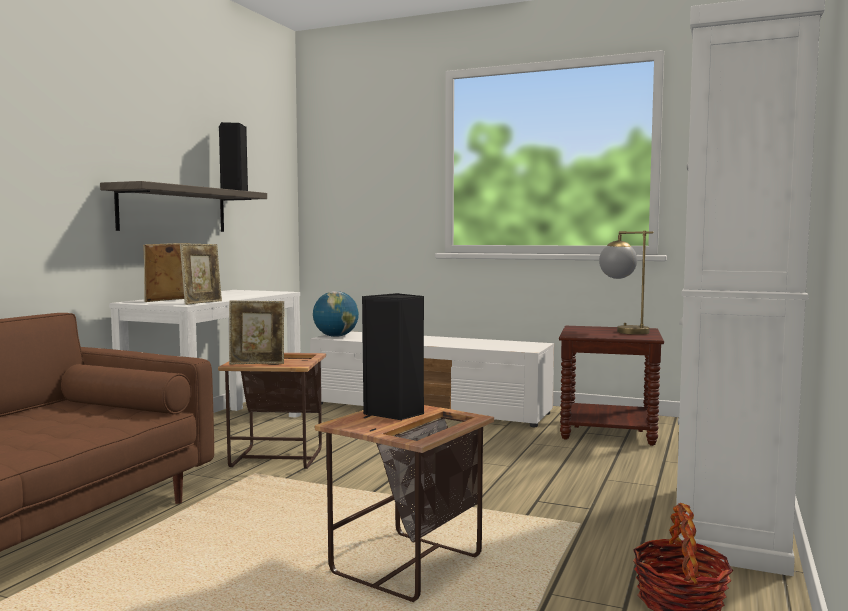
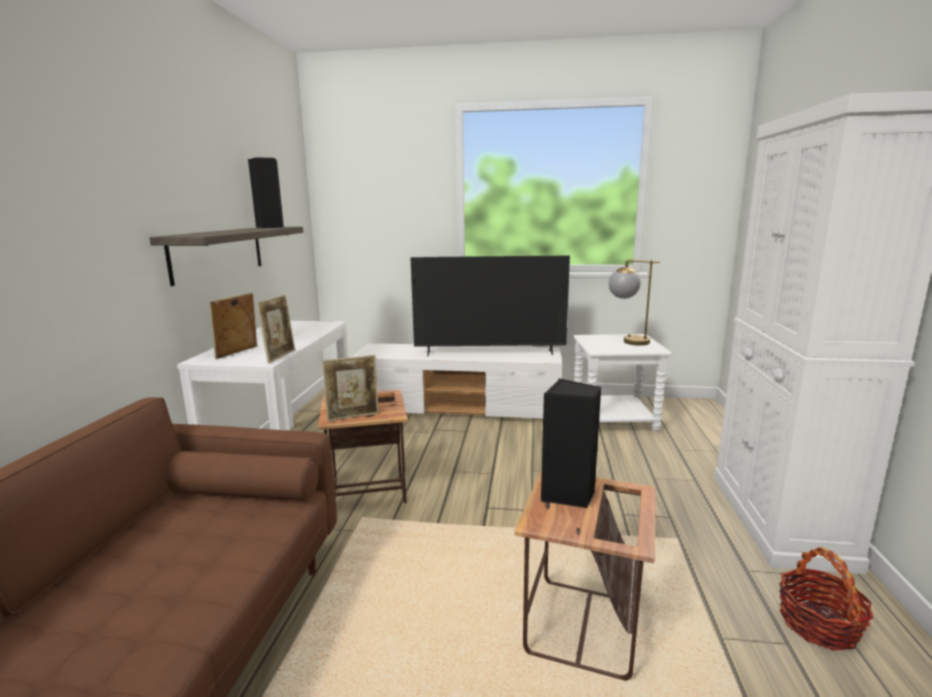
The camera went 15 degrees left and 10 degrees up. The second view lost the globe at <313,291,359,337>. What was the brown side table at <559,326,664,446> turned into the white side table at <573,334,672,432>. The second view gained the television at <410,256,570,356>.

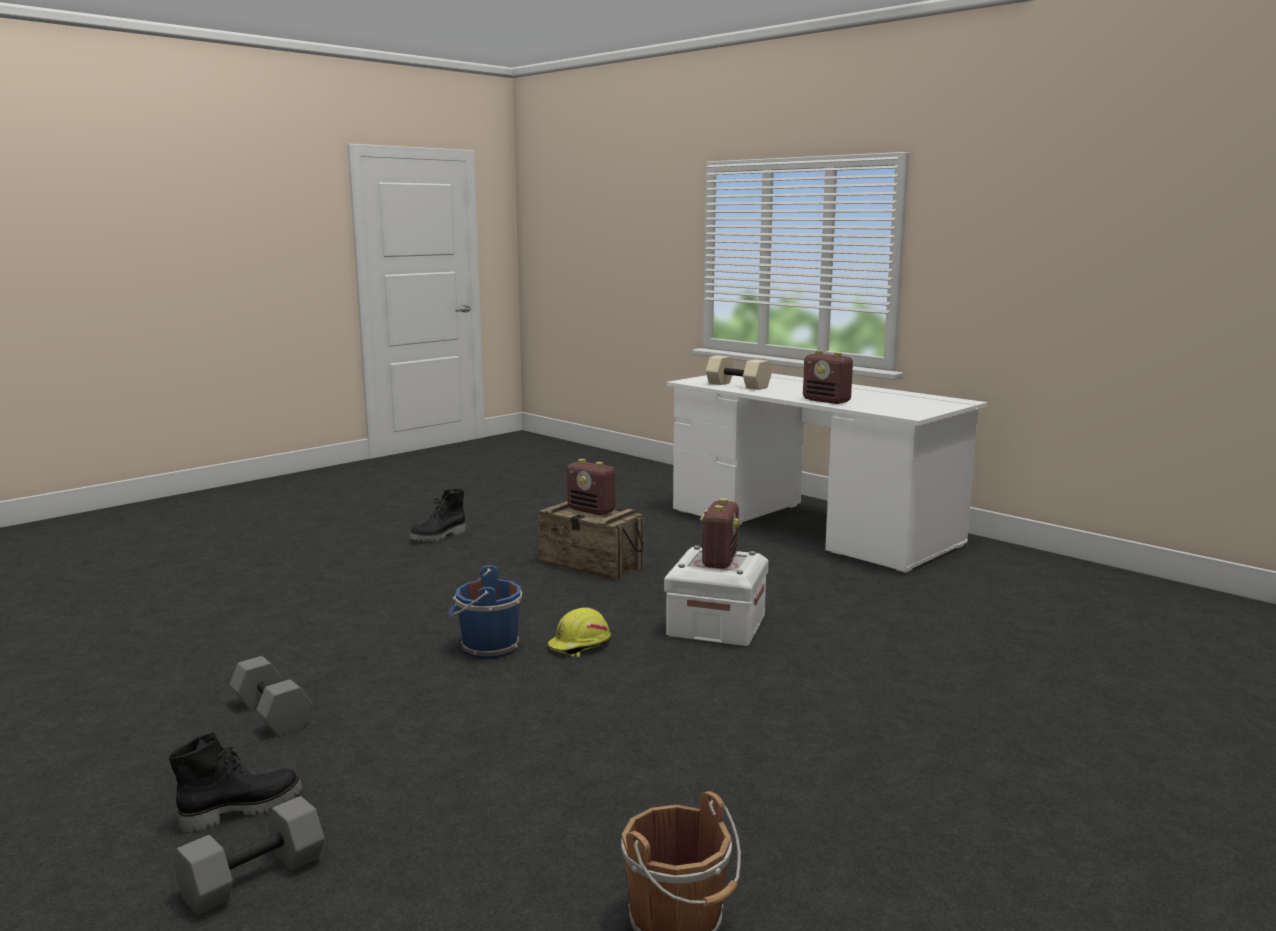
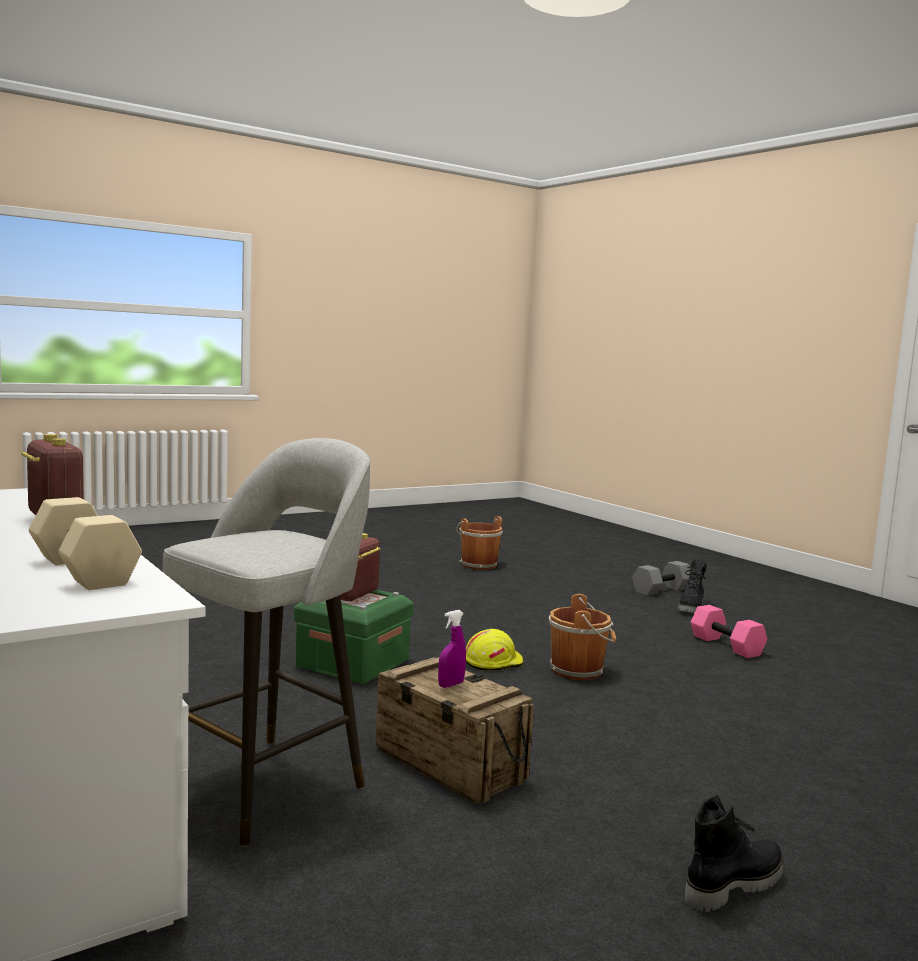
The camera went 170 degrees left and 5 degrees down. Where the radio stood at <567,459,616,515>, the purple spray bottle came to stand at <438,610,466,688>. What was the white storage box at <664,545,768,646> turned into the green storage box at <294,590,414,684>. What was the blue bucket at <449,565,522,659> turned into the brown bucket at <549,594,616,680>. What was the grey dumbbell at <229,656,312,736> turned into the pink dumbbell at <690,605,767,658>. The black boot at <169,731,303,833> ended up facing another way, 45 degrees counterclockwise from before. The second view gained the grey stool at <163,438,370,847>.

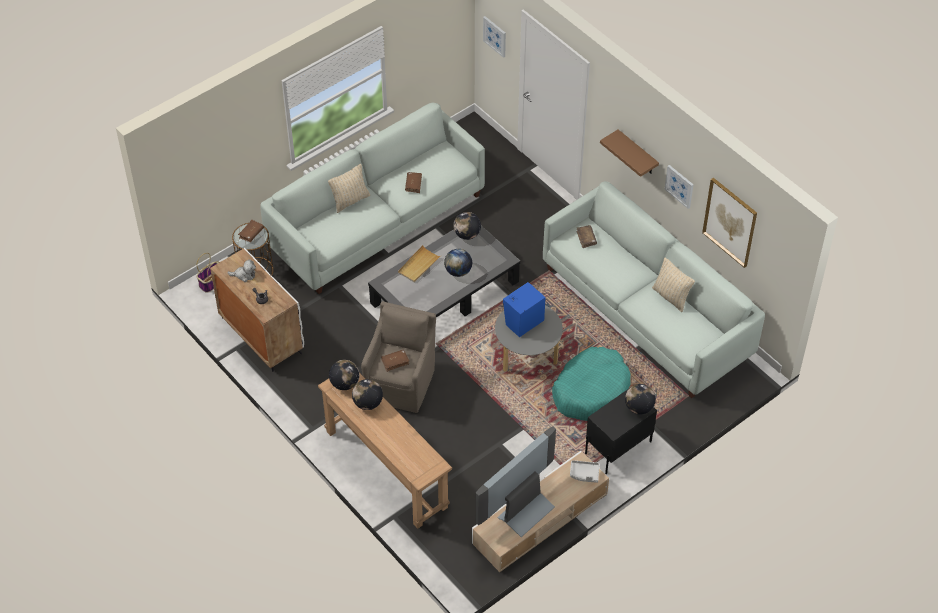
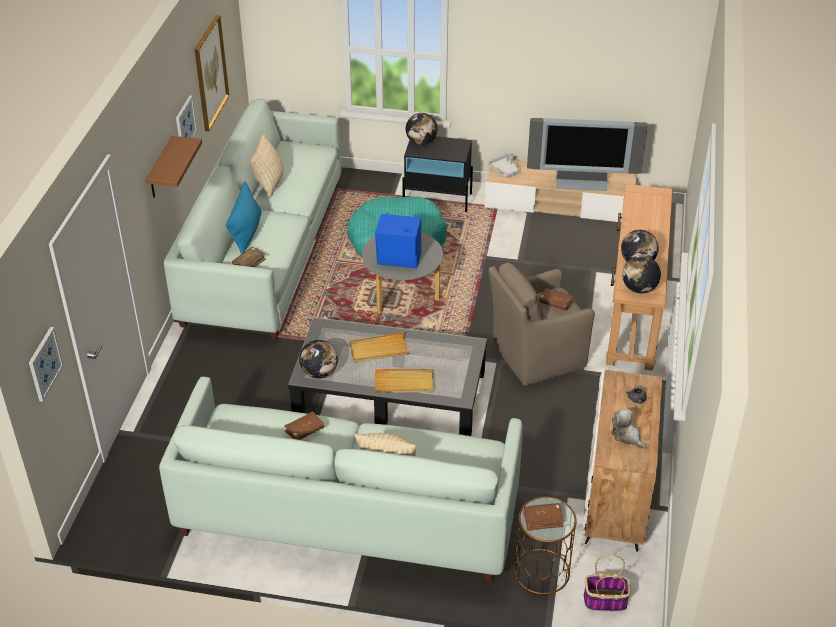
The camera went 130 degrees left and 10 degrees down. Where the globe stood at <444,249,472,277>, the beige tray came to stand at <349,332,409,363>. The second view gained the blue pillow at <225,182,261,254>.

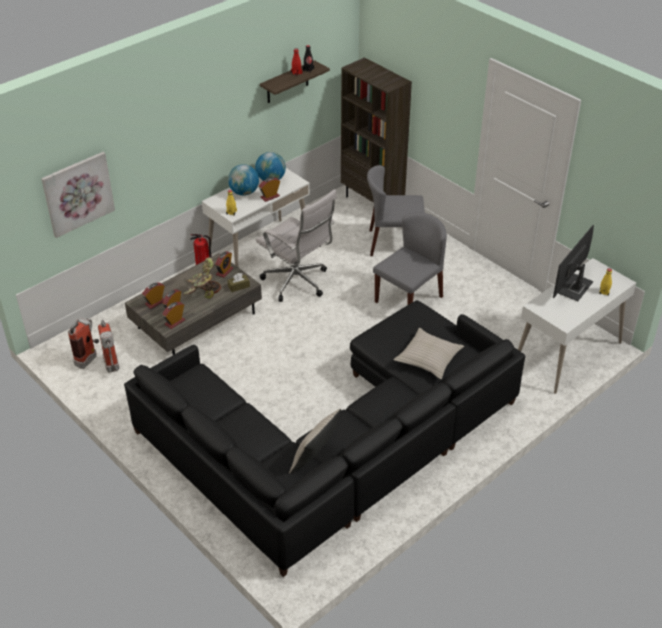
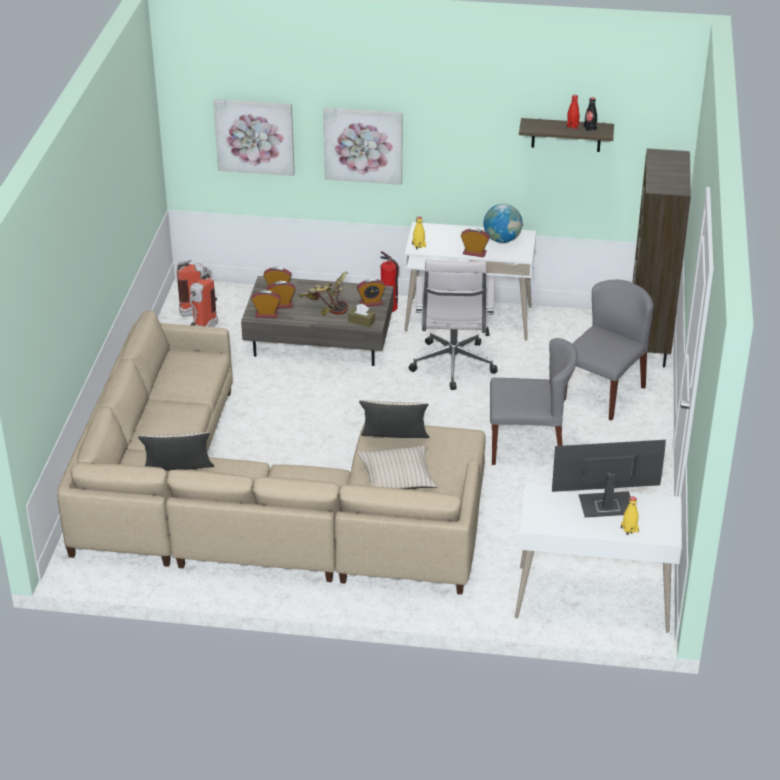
The camera went 50 degrees right and 5 degrees down. The second view lost the globe at <228,164,259,196>. The grey chair at <367,165,425,256> ended up facing another way, 75 degrees clockwise from before. What was the black sofa at <124,300,525,577> turned into the beige sofa at <57,310,486,595>. The second view gained the picture at <323,108,403,185>. The second view gained the beige pillow at <359,400,429,438>.

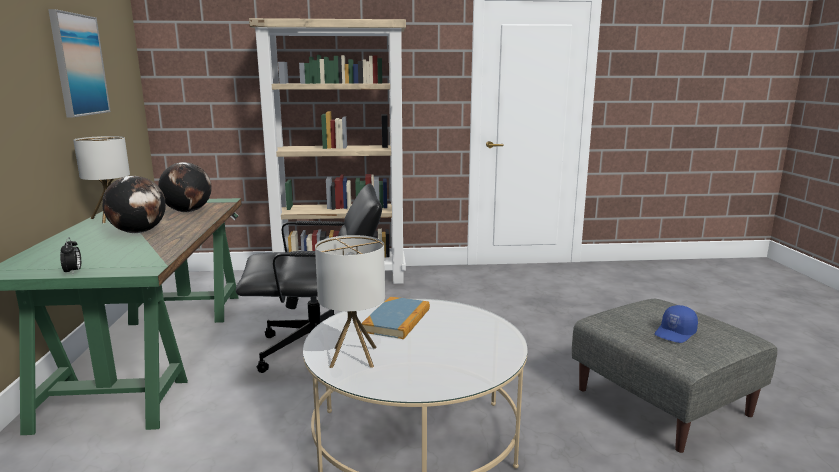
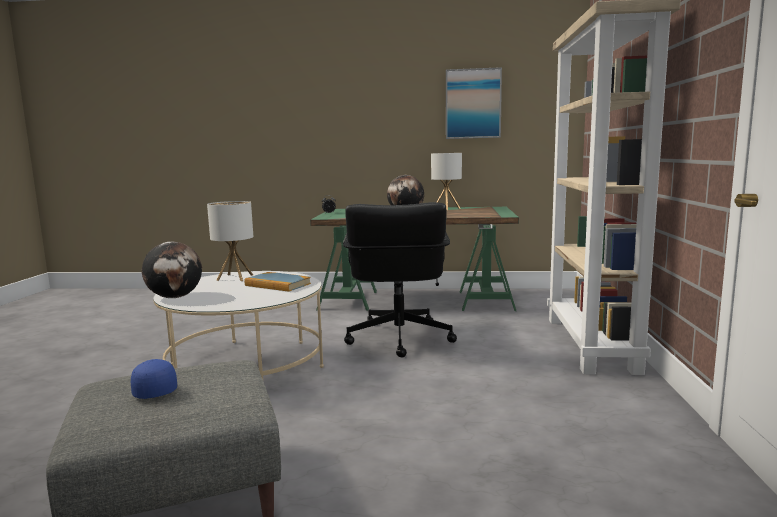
The camera went 100 degrees right and 5 degrees down. The globe ended up elsewhere, having gone from <158,162,212,212> to <142,242,202,298>.

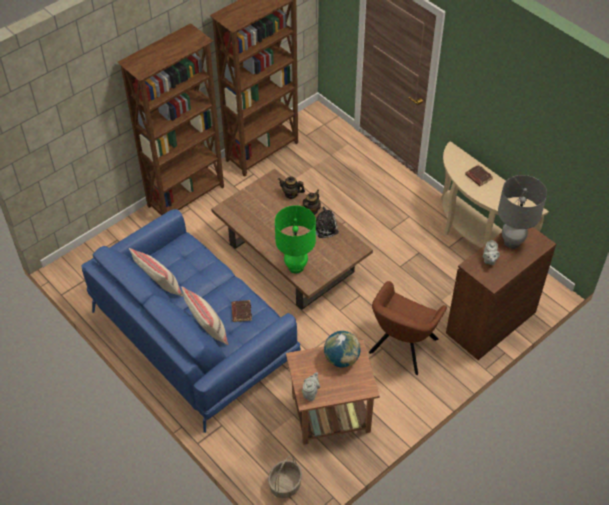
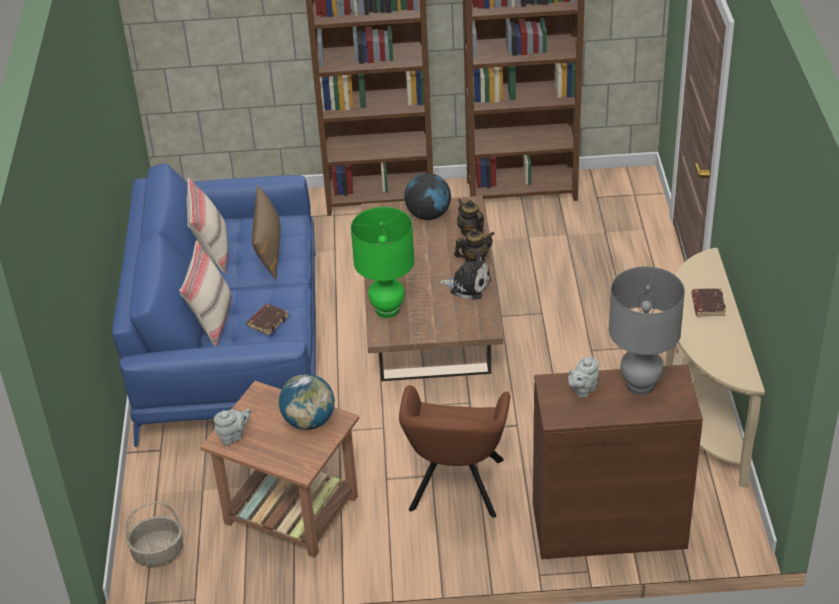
The camera went 40 degrees right and 10 degrees down. The brown armchair at <369,281,447,375> ended up facing another way, 60 degrees counterclockwise from before. The second view gained the globe at <404,173,451,220>. The second view gained the brown pillow at <252,185,280,280>.

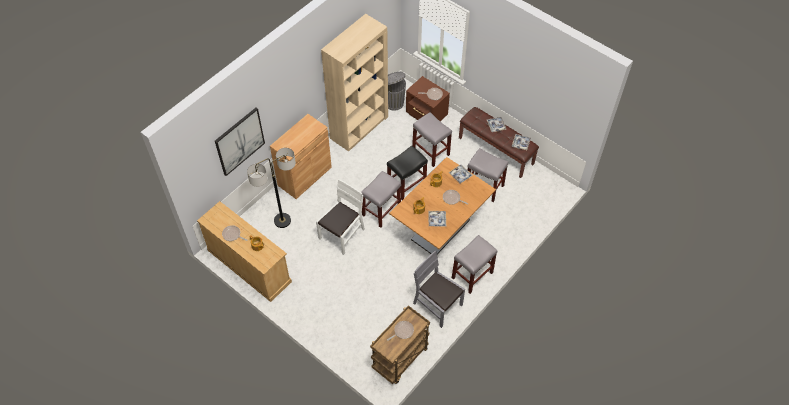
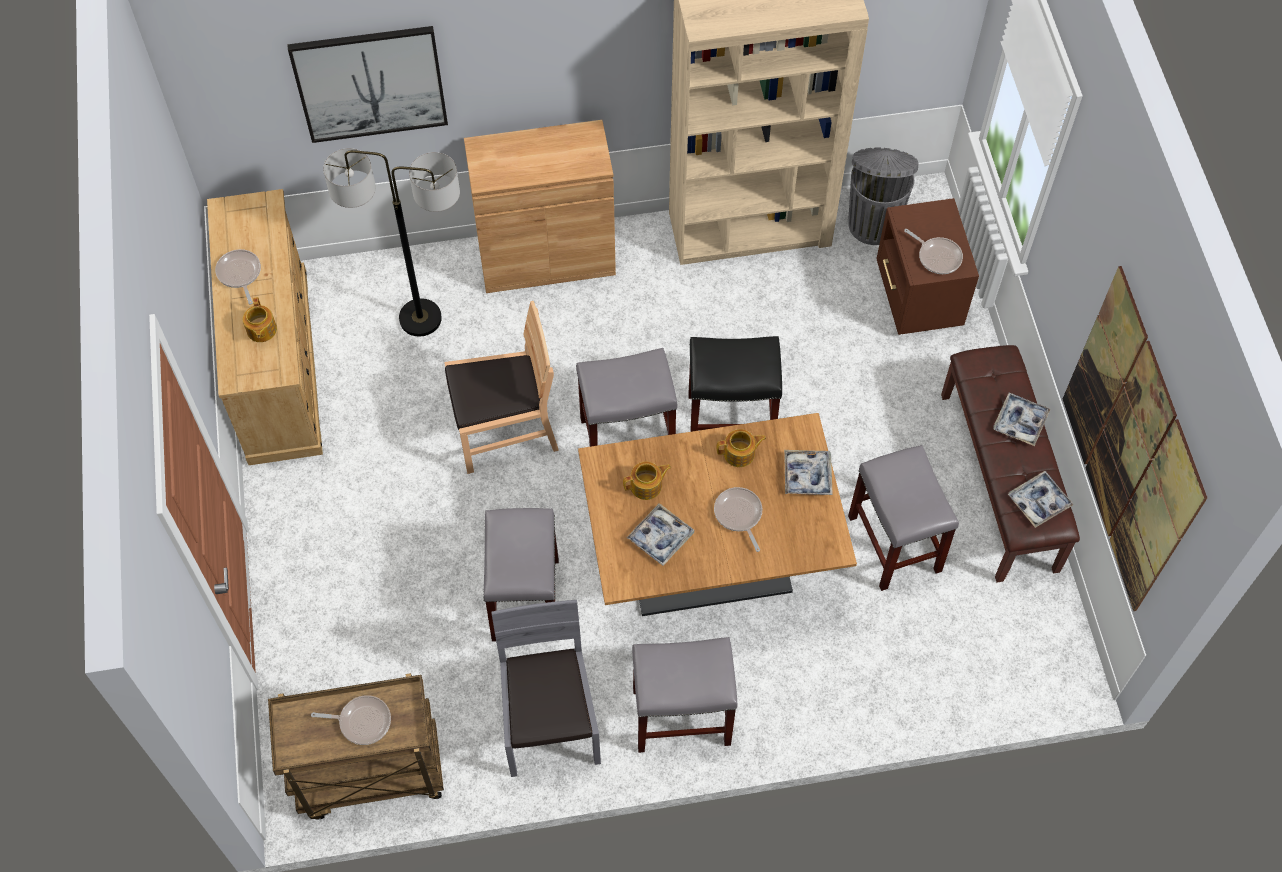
The camera went 40 degrees right and 5 degrees up. The grey stool ended up elsewhere, having gone from <412,112,452,167> to <483,508,559,642>. What was the white chair at <316,179,365,255> turned into the brown chair at <444,301,559,474>. The second view gained the picture at <1063,266,1207,611>.

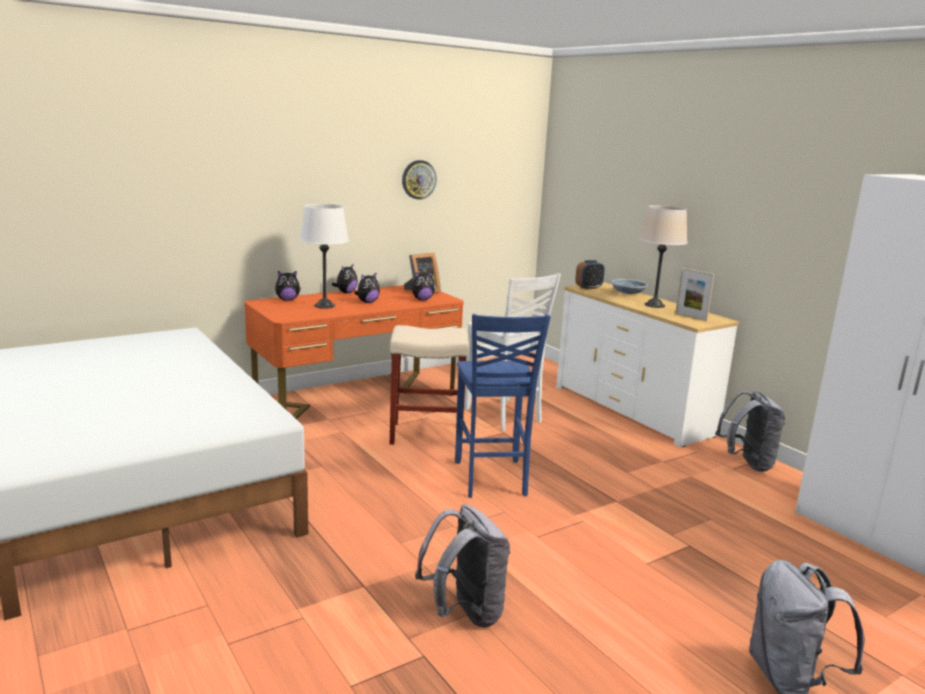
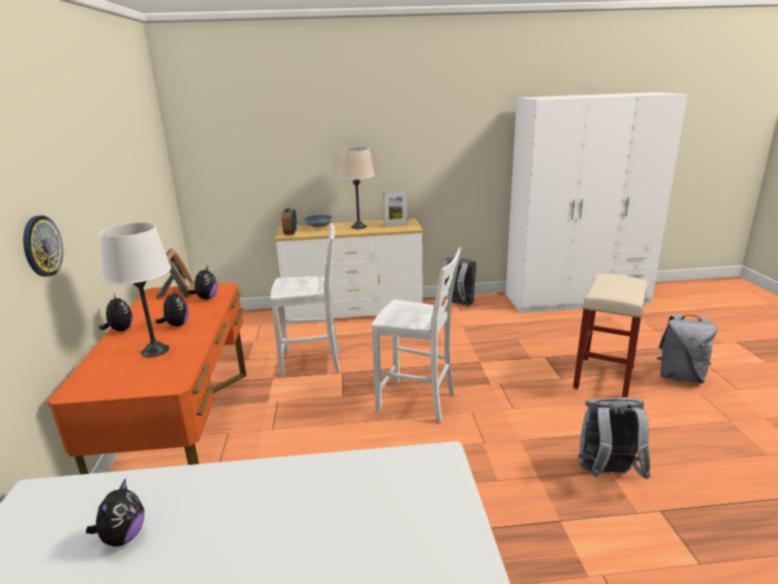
The camera went 60 degrees left and 5 degrees up. The wall clock ended up elsewhere, having gone from <402,160,437,199> to <23,216,63,277>. The plush toy ended up elsewhere, having gone from <275,271,301,301> to <86,478,144,547>. What was the blue chair at <455,314,551,498> turned into the white chair at <372,247,462,423>. The beige stool ended up elsewhere, having gone from <390,325,469,445> to <573,274,647,398>.

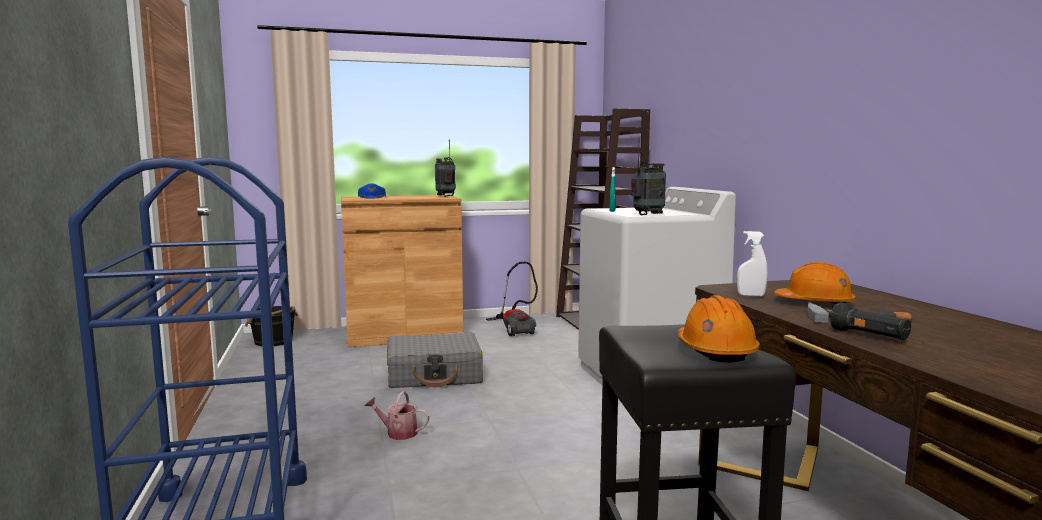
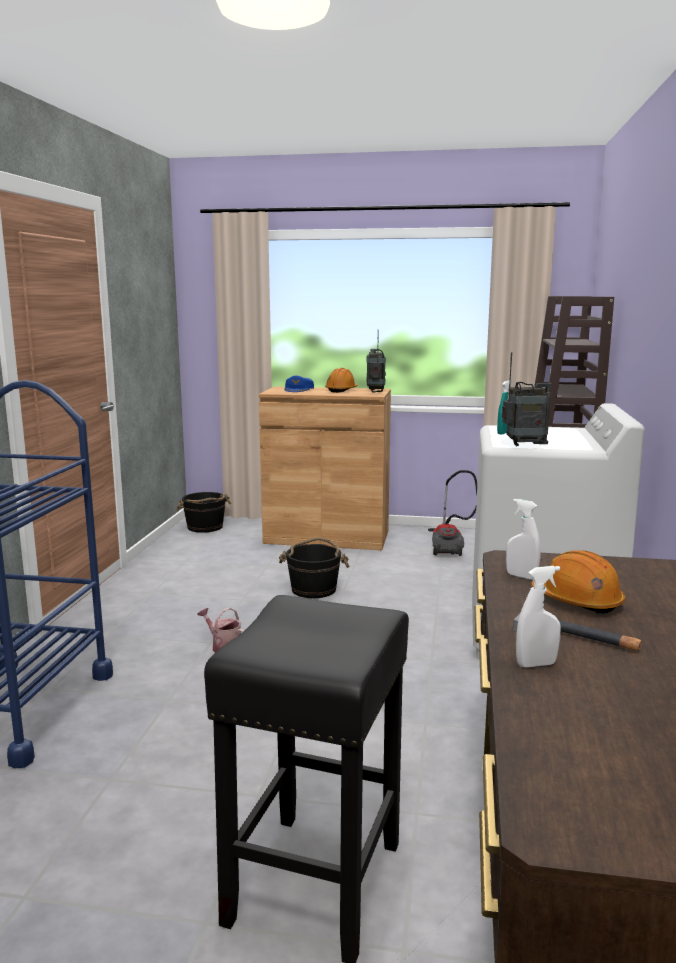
The camera went 25 degrees right and 5 degrees up. The orange hard hat ended up elsewhere, having gone from <678,295,760,363> to <325,368,358,393>. Where the black flashlight stood at <830,302,911,340>, the white spray bottle came to stand at <516,566,561,667>. Where the grey suitcase stood at <387,333,483,388>, the black bucket came to stand at <279,537,350,598>.

